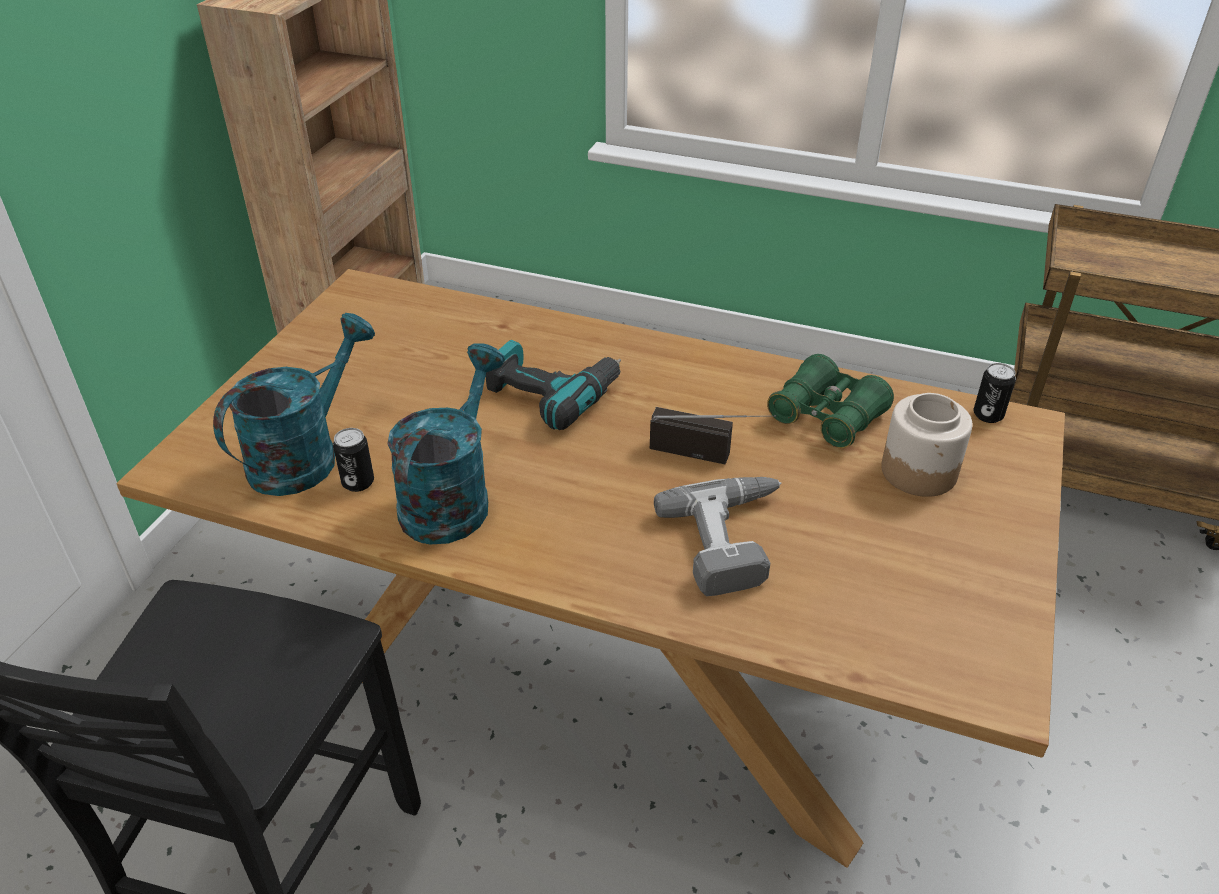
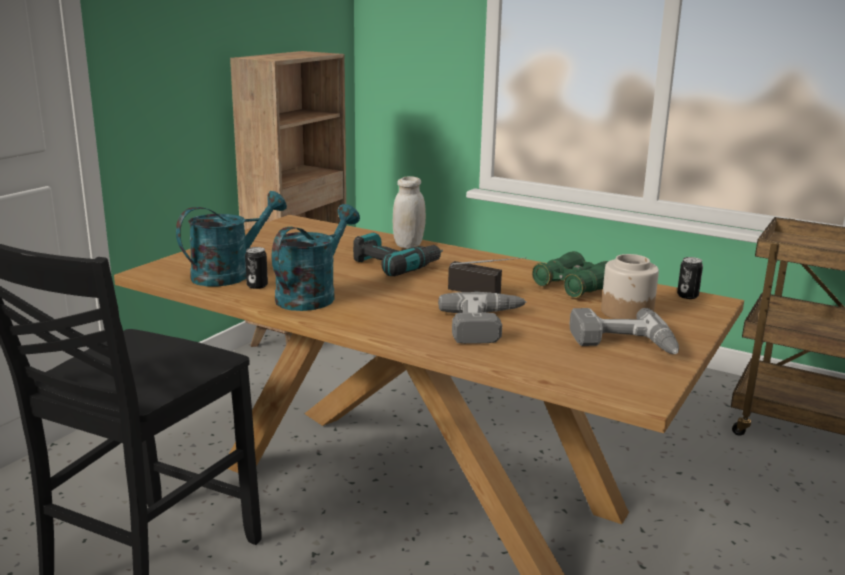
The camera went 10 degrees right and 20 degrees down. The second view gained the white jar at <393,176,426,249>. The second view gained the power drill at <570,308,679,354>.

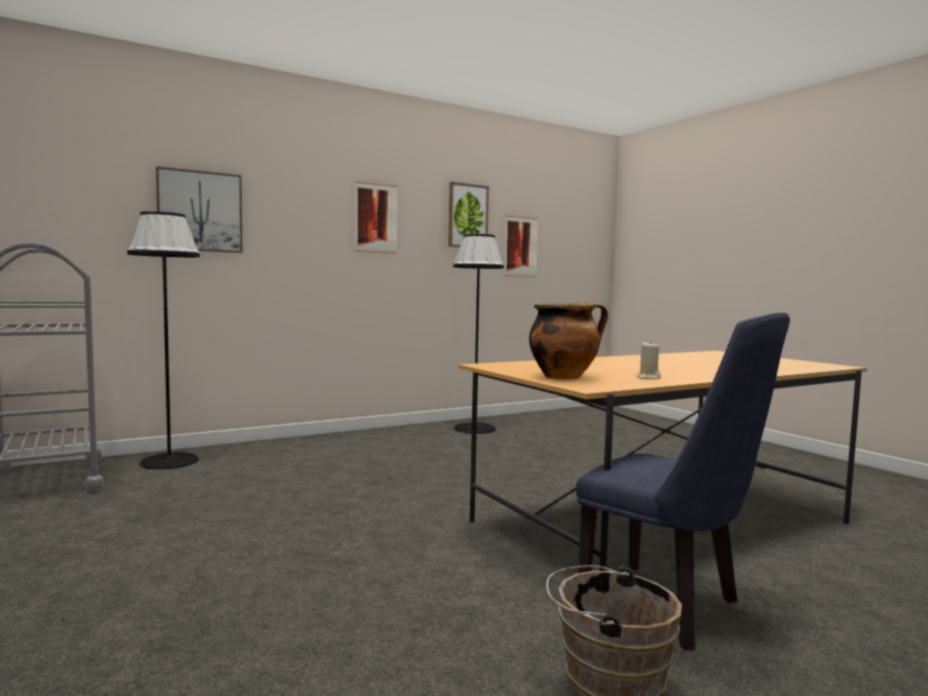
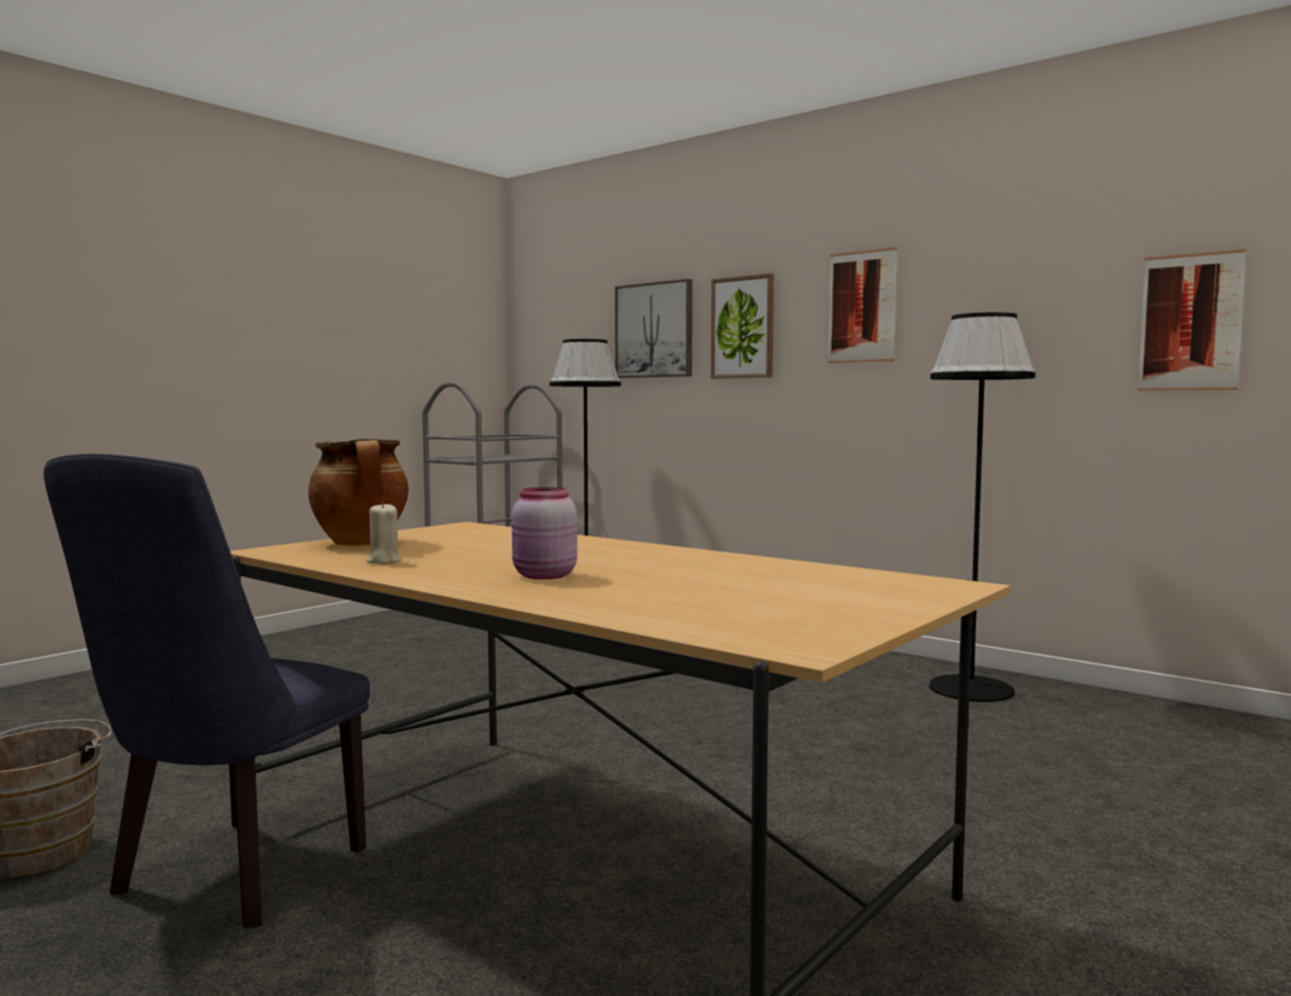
The camera went 70 degrees right and 0 degrees up. The picture ended up elsewhere, having gone from <448,182,489,247> to <711,273,774,379>. The second view gained the pink jar at <512,487,577,580>.

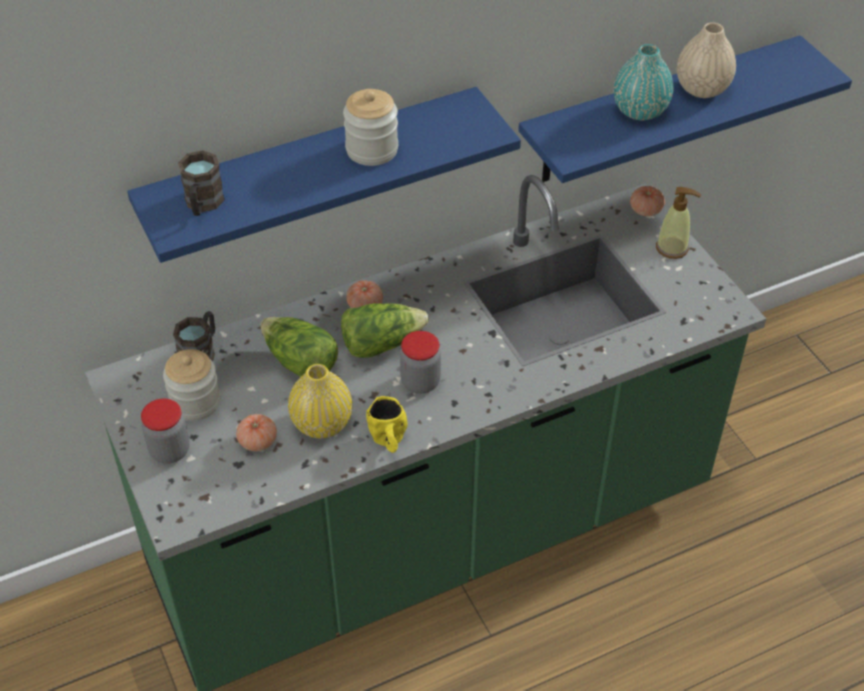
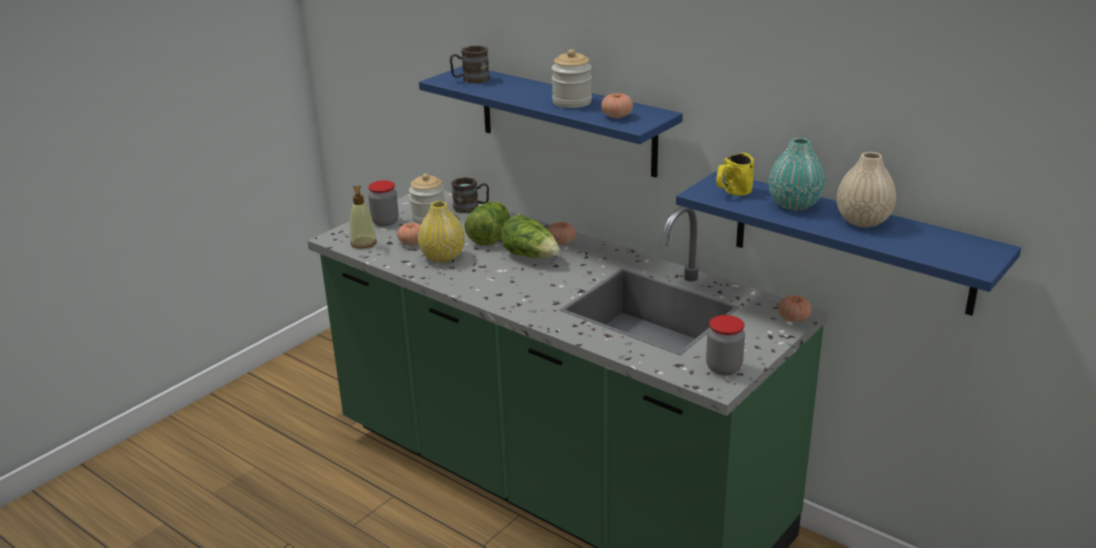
The camera went 65 degrees right and 20 degrees down. The soap dispenser ended up elsewhere, having gone from <656,187,701,259> to <350,186,377,249>. The jar ended up elsewhere, having gone from <400,331,441,394> to <706,315,745,375>. The yellow mug ended up elsewhere, having gone from <366,396,408,453> to <716,153,754,196>. The second view gained the tomato at <601,93,633,118>.

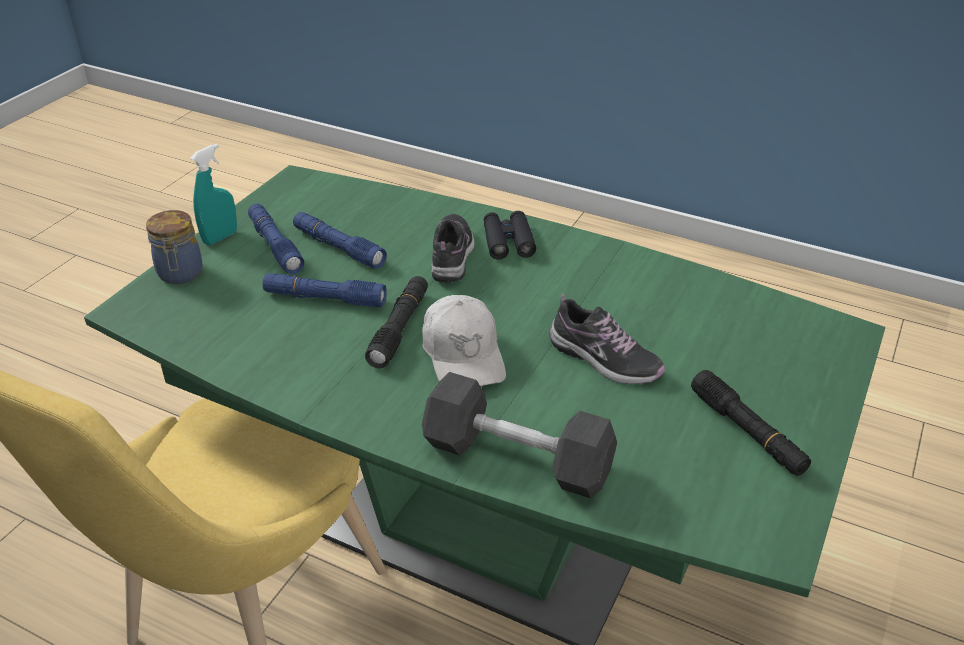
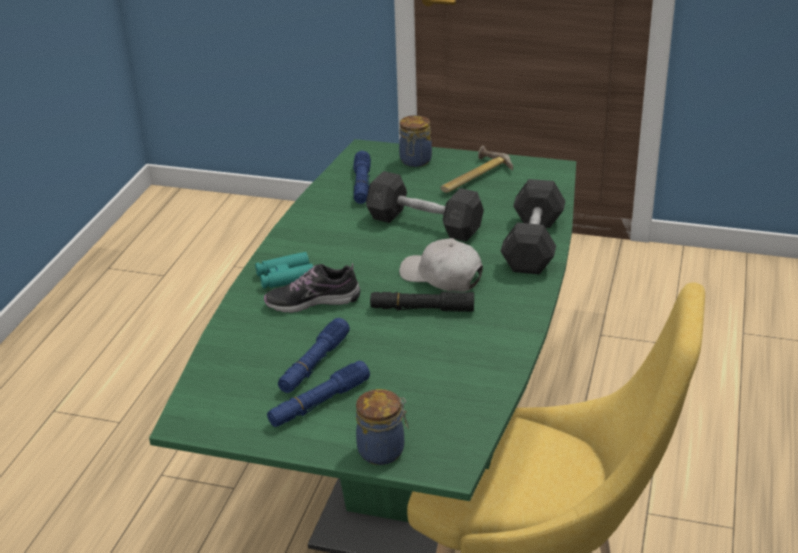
The camera went 100 degrees left and 5 degrees down. The second view lost the turquoise spray bottle at <190,143,237,245>. What was the black binoculars at <484,211,536,260> turned into the turquoise binoculars at <255,252,313,289>. The blue flashlight ended up elsewhere, having gone from <263,273,387,307> to <353,151,371,204>. Where the shoe stood at <549,294,665,384>, the grey dumbbell came to stand at <366,171,484,242>. The white cap at <422,295,506,386> ended up facing another way, 120 degrees counterclockwise from before. Where the black flashlight stood at <691,370,811,476>, the hammer came to stand at <440,146,513,193>. The second view gained the jar at <399,115,432,167>.

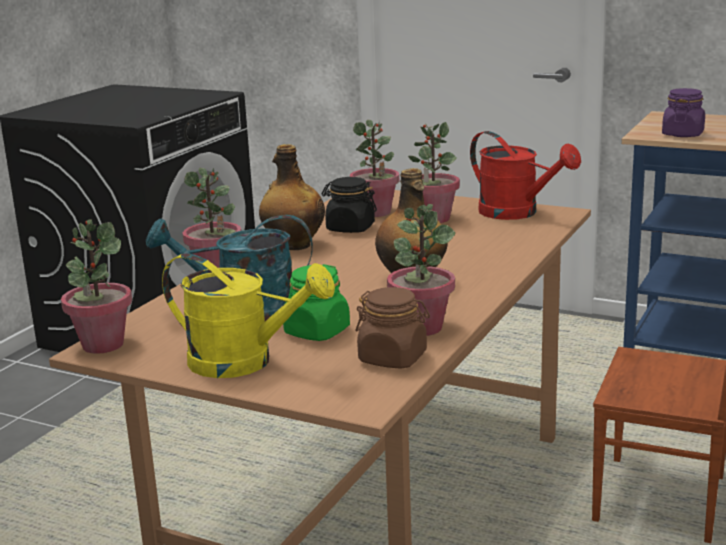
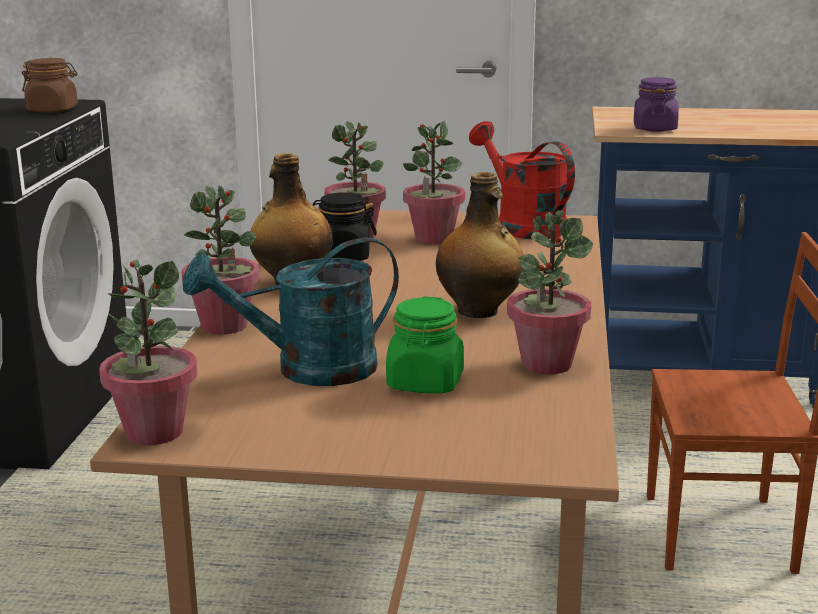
The camera went 20 degrees left and 0 degrees up. The red watering can at <470,131,581,220> ended up facing another way, 150 degrees counterclockwise from before. The second view lost the yellow watering can at <162,253,335,378>. The brown jar ended up elsewhere, having gone from <355,287,430,369> to <22,58,78,113>.

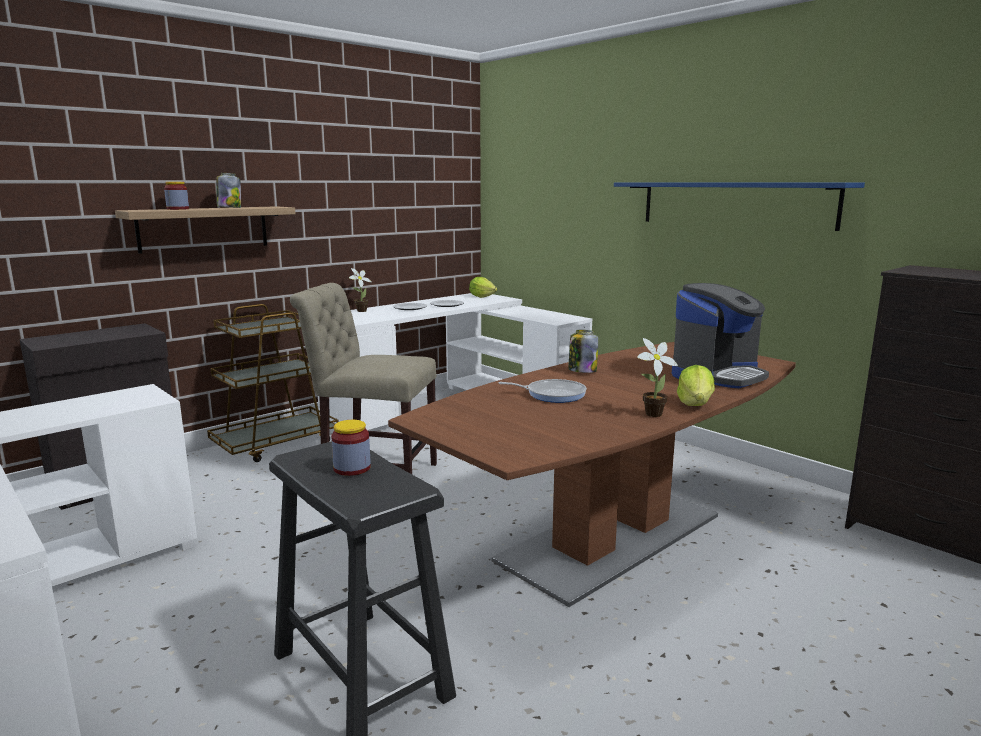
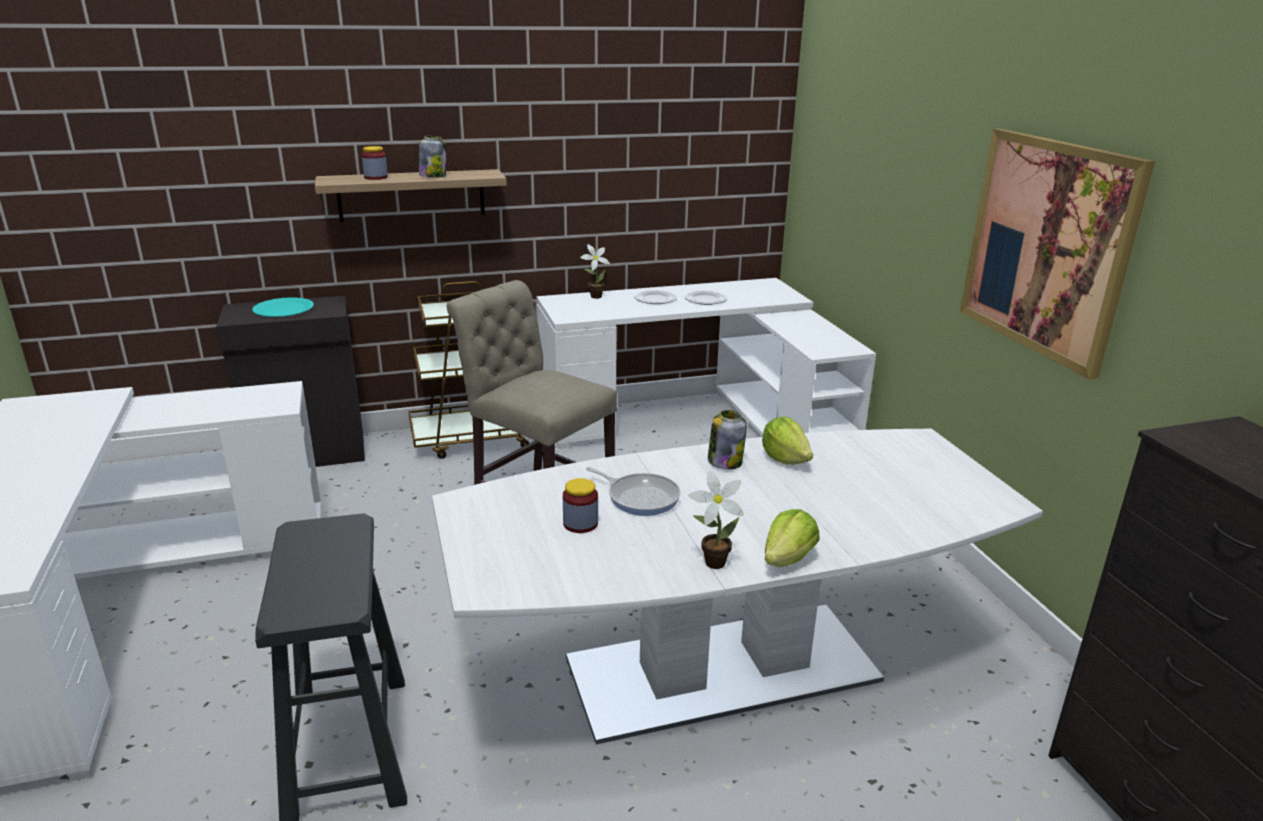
The camera went 25 degrees right and 10 degrees up. Where the blue shelf hung at <614,182,865,231>, the picture came to hang at <960,129,1155,379>. The lettuce ended up elsewhere, having gone from <469,277,497,298> to <762,417,813,465>. The second view lost the coffee machine at <672,283,769,388>. What was the brown dining table at <388,342,796,607> turned into the white dining table at <432,429,1043,745>. The jar ended up elsewhere, having gone from <331,420,371,476> to <563,478,598,533>. The second view gained the turquoise plate at <252,297,314,317>.

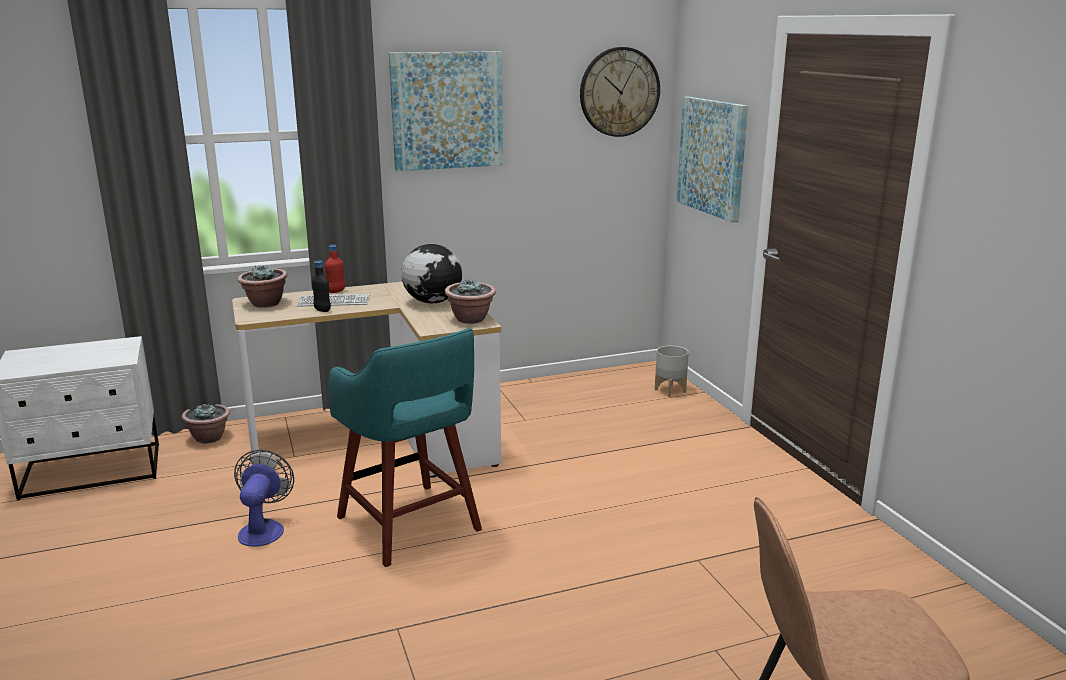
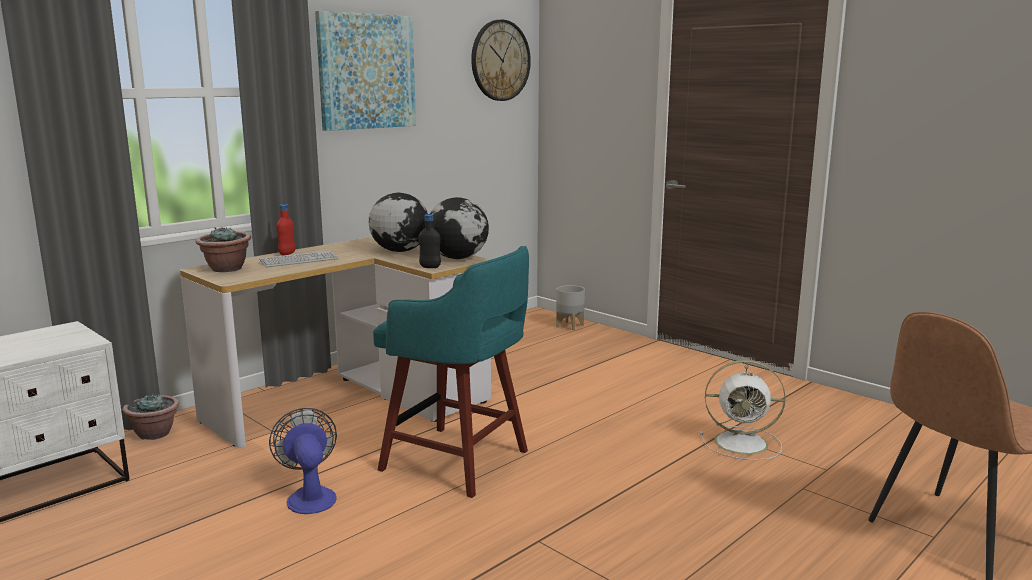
The camera went 25 degrees left and 5 degrees down. The second view lost the picture at <677,97,748,223>. The black bottle ended up elsewhere, having gone from <312,261,331,312> to <419,214,441,268>. Where the potted plant stood at <445,279,496,324>, the globe came to stand at <430,197,489,259>. The second view gained the white fan at <700,360,786,460>.

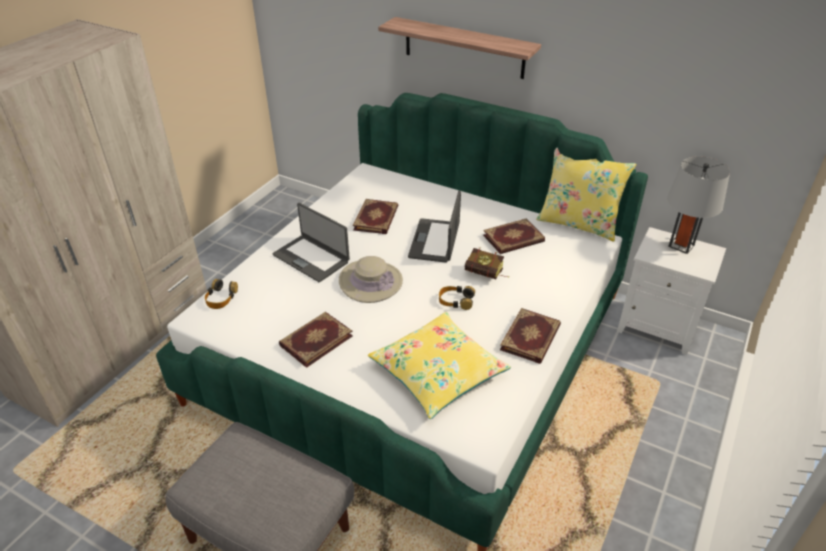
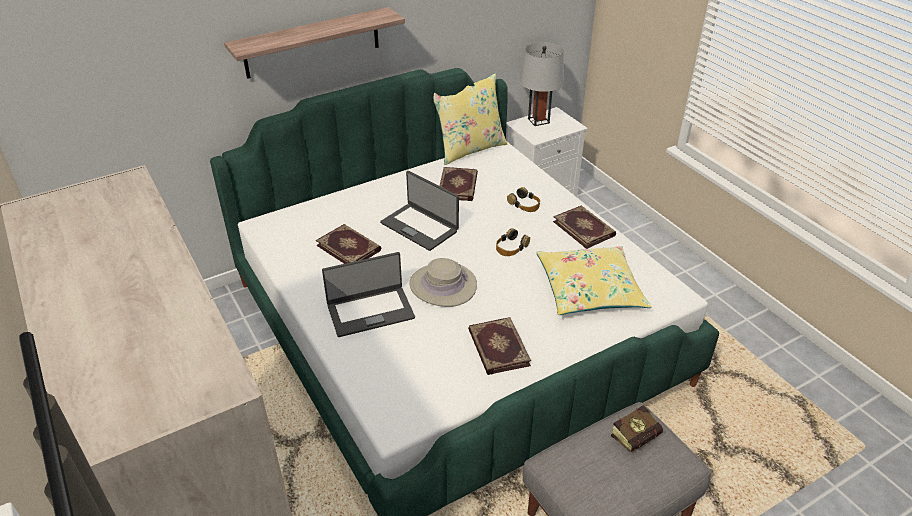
The camera went 60 degrees left and 0 degrees up. The book ended up elsewhere, having gone from <465,247,509,279> to <611,405,663,452>. The headphones ended up elsewhere, having gone from <205,279,238,309> to <507,187,540,212>.

